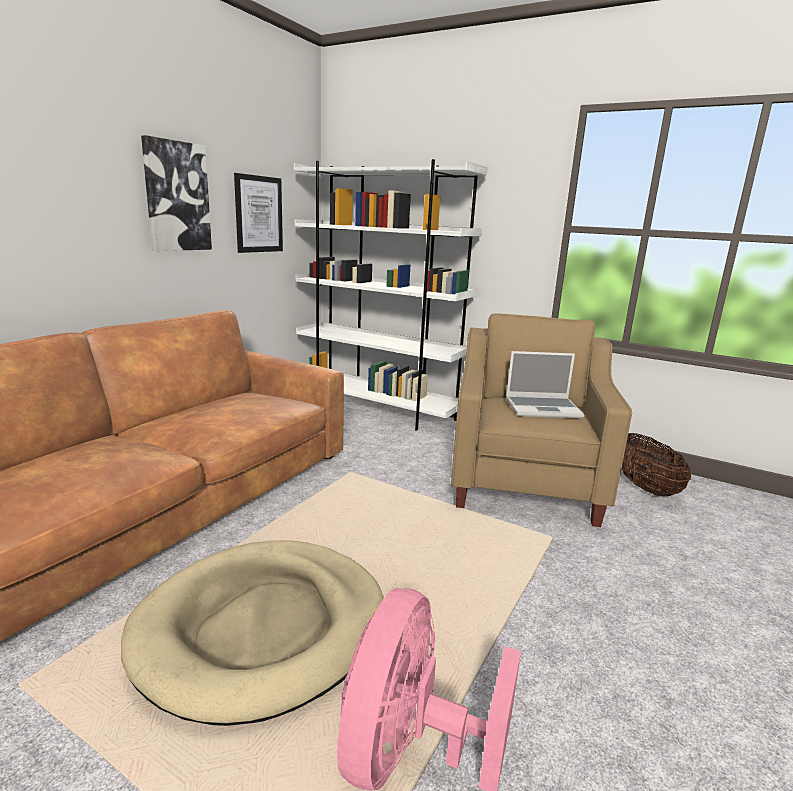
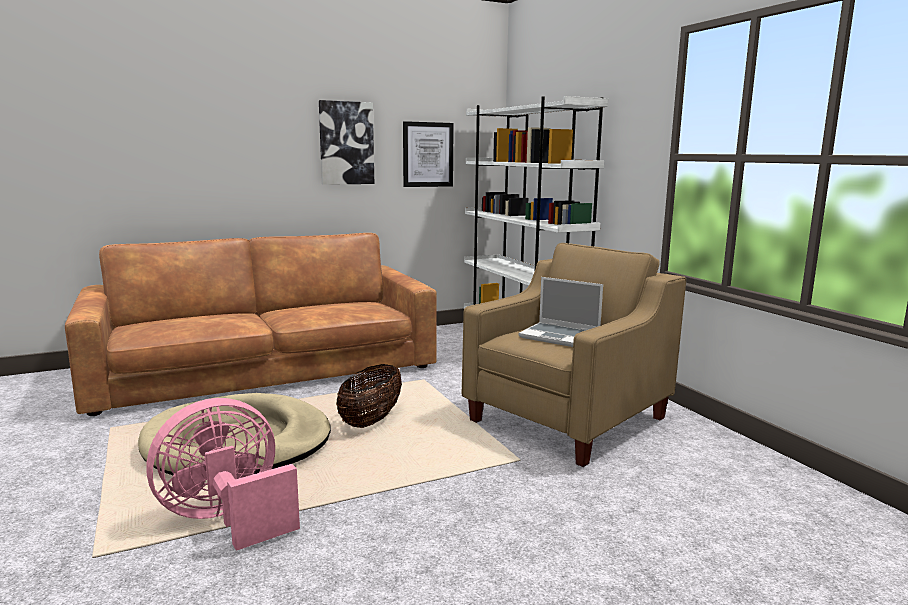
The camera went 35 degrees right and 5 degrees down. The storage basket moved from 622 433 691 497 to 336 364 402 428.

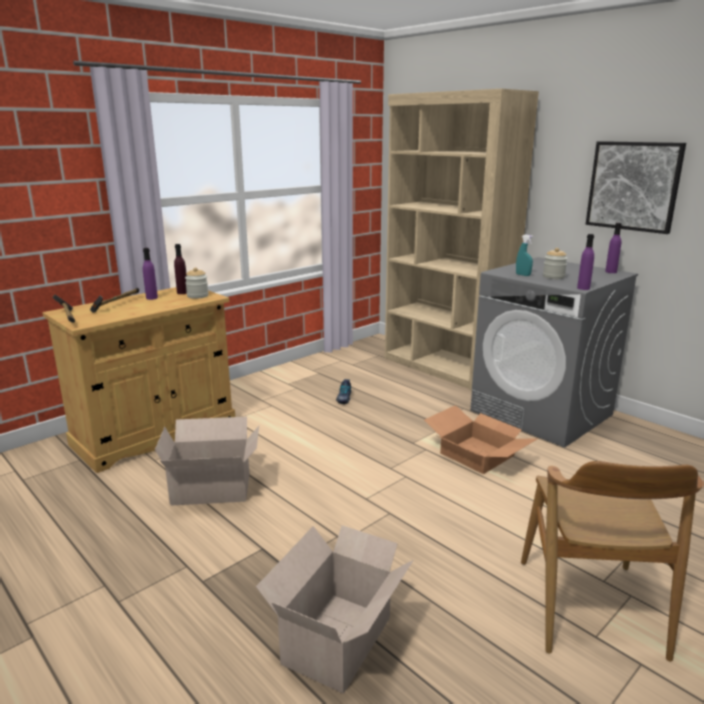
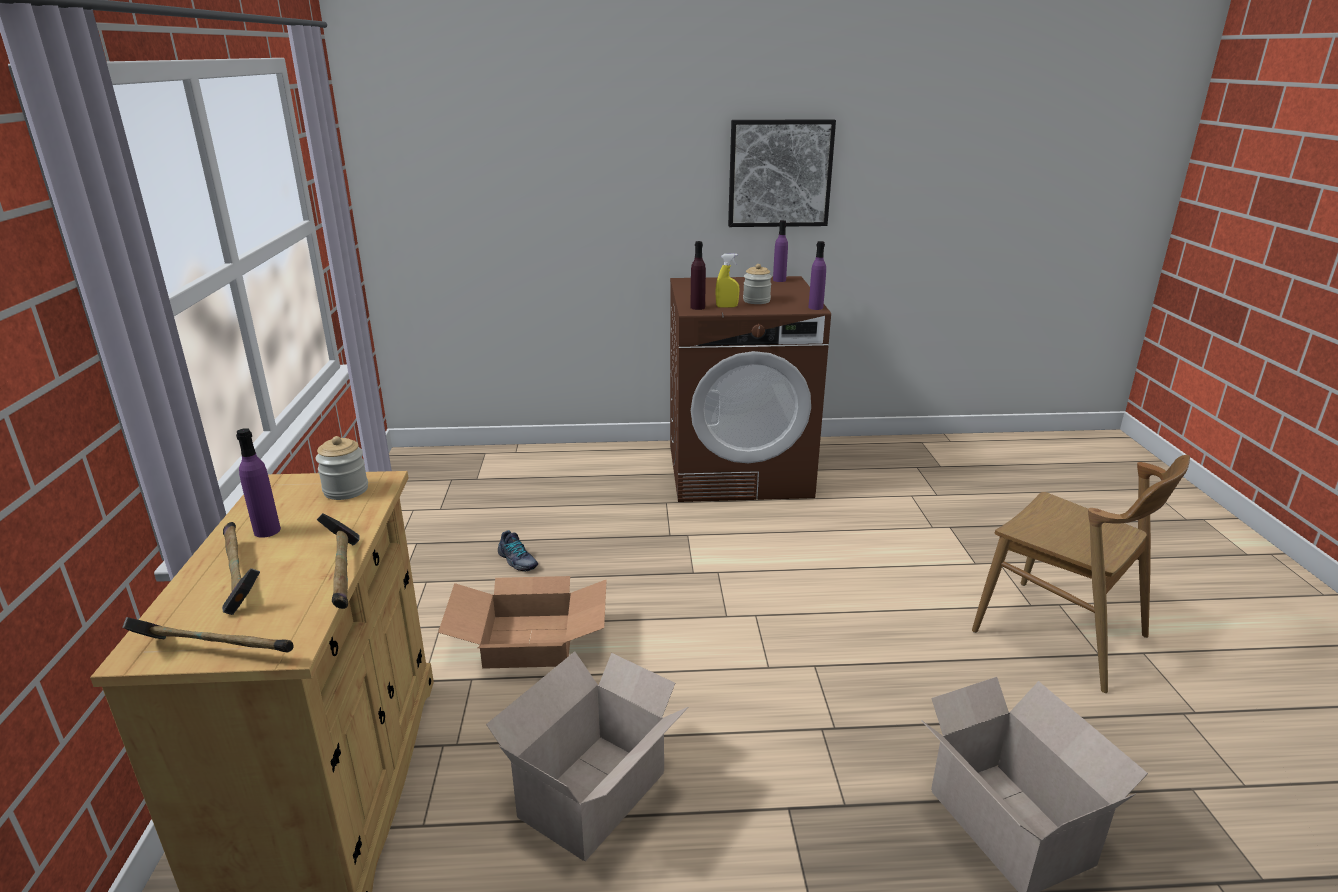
The camera went 50 degrees left and 5 degrees up. The purplish beverage bottle moved from 174 244 187 294 to 691 241 706 310. The beige shelving unit at 385 89 539 391 disappeared. The packing box moved from 424 405 538 474 to 438 576 607 669. The grey laundry machine at 470 257 638 448 became the brown-coloured laundry machine at 670 276 831 502. The turquoise-coloured spray bottle at 516 234 533 276 became the yellow spray bottle at 716 253 740 308. The tool hammer at 317 513 359 609 appeared.

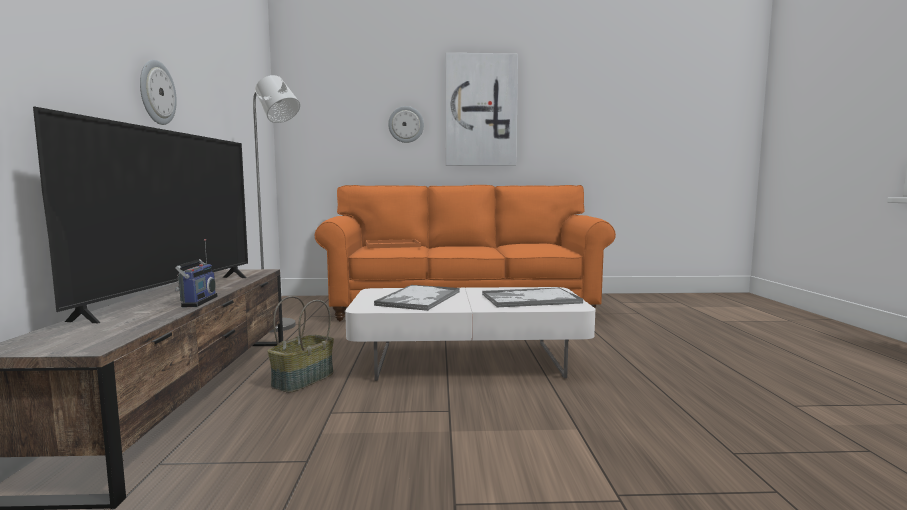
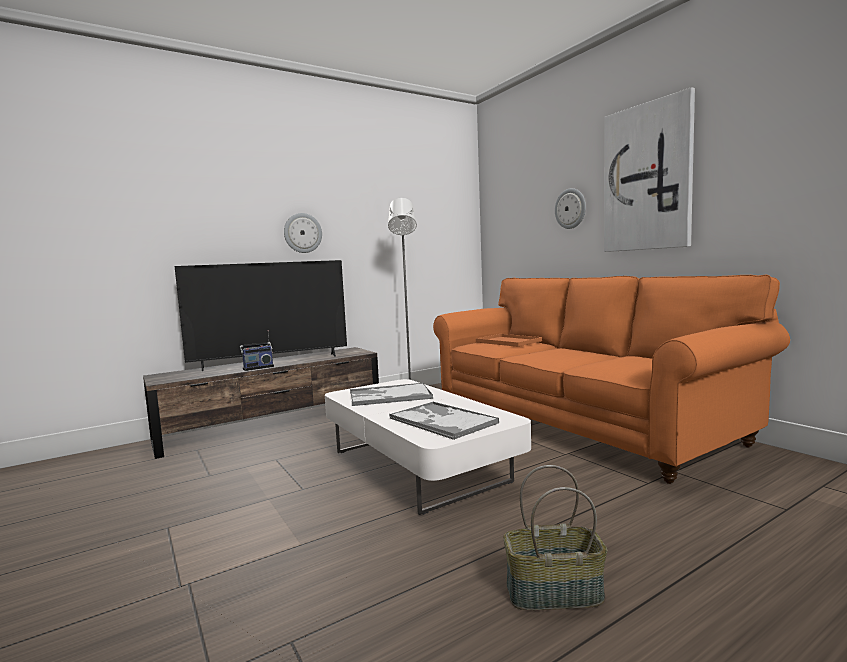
The camera went 60 degrees right and 0 degrees up. The storage basket moved from 268 296 334 393 to 503 465 607 610.

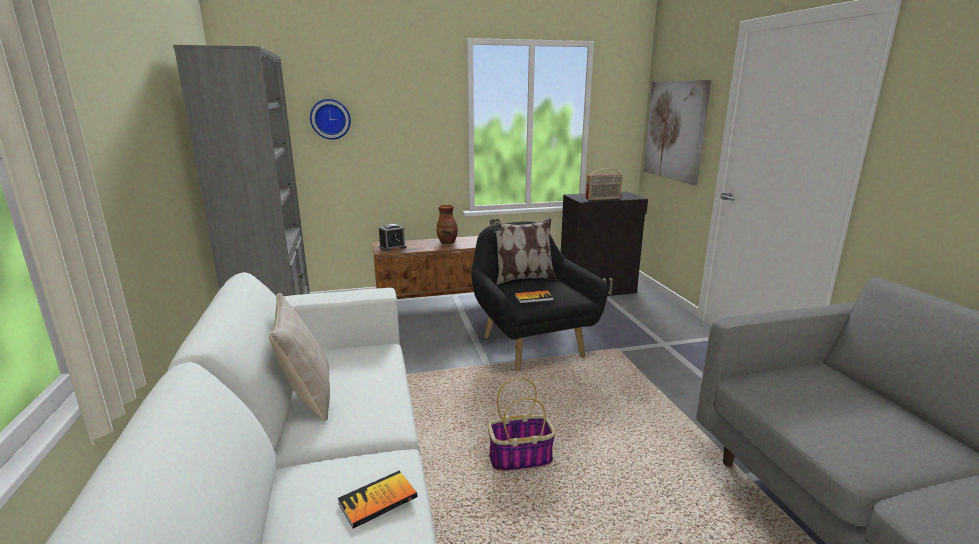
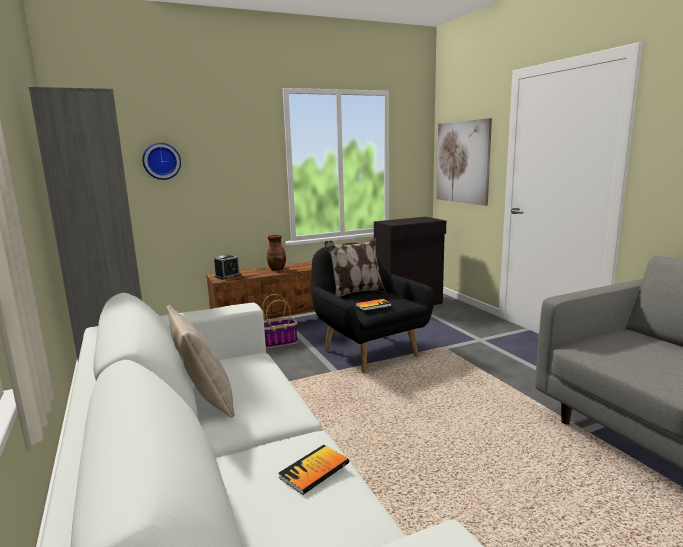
The camera went 10 degrees left and 5 degrees down. The storage basket moved from 488 378 556 472 to 262 294 298 349. The radio set at 586 168 622 200 disappeared.

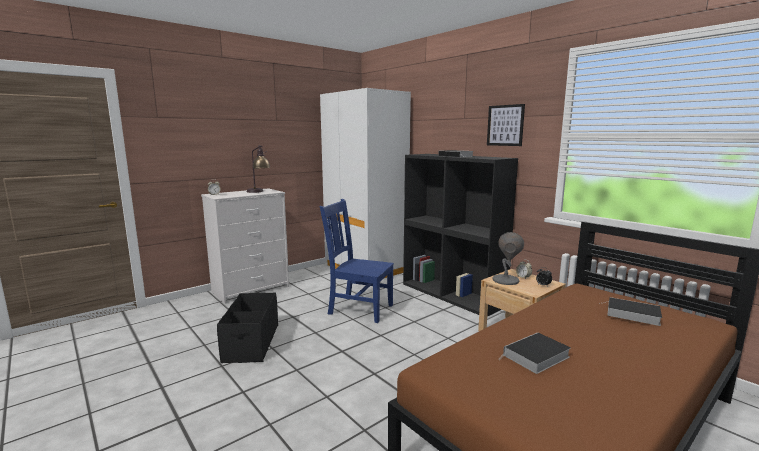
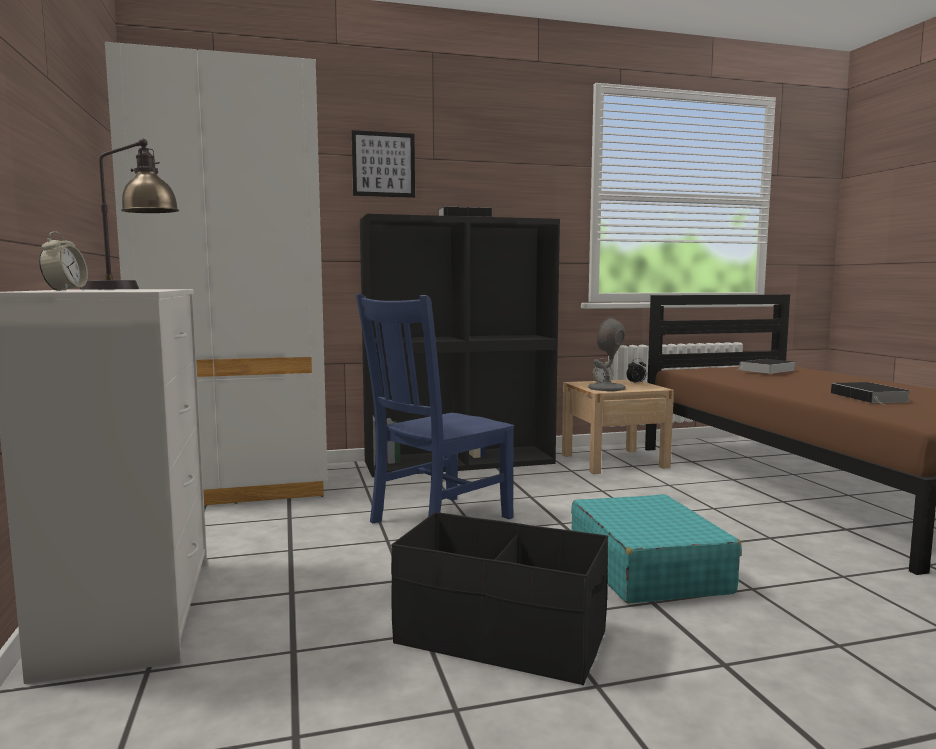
The camera went 65 degrees left and 5 degrees down. The picture moved from 487 104 525 146 to 352 130 415 198. The turquoise-coloured travel case at 571 494 742 603 appeared.

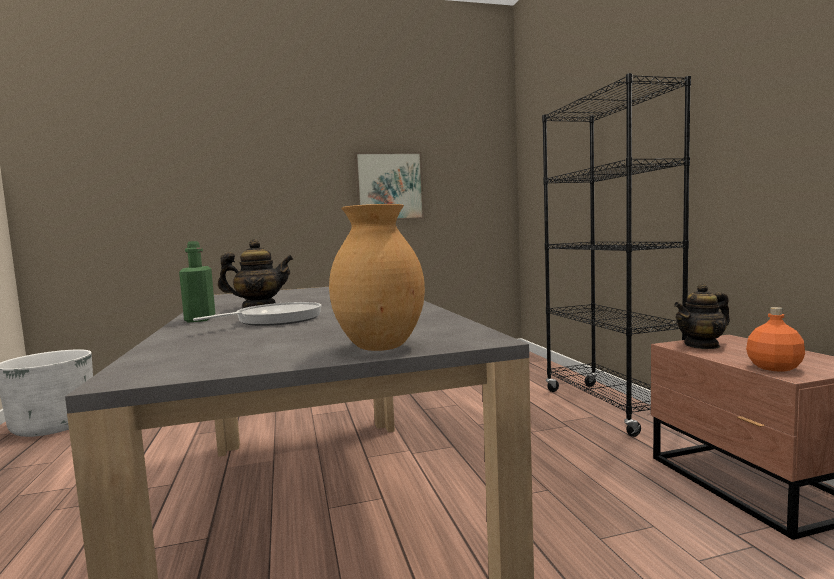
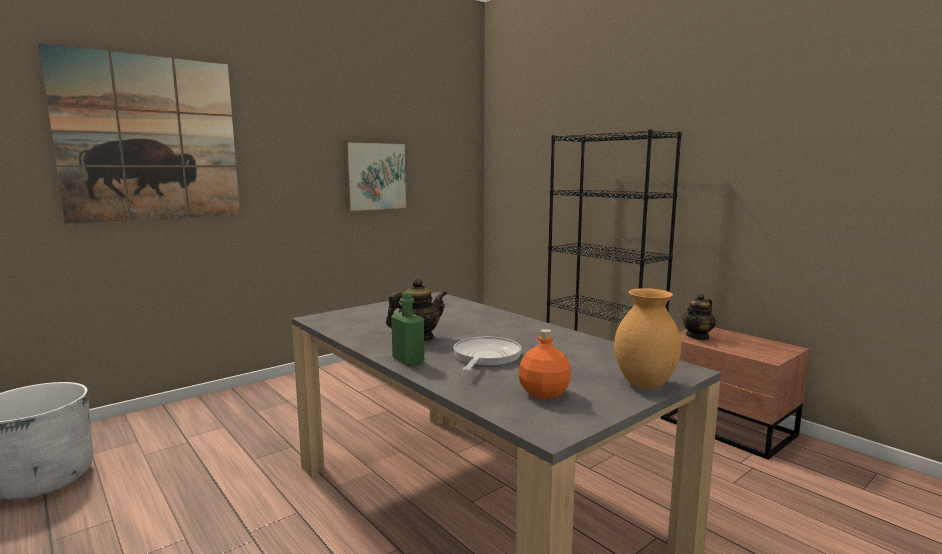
The camera went 25 degrees left and 5 degrees up. The orange-coloured beverage bottle moved from 746 307 805 372 to 518 329 571 399. The picture at 38 43 240 224 appeared.

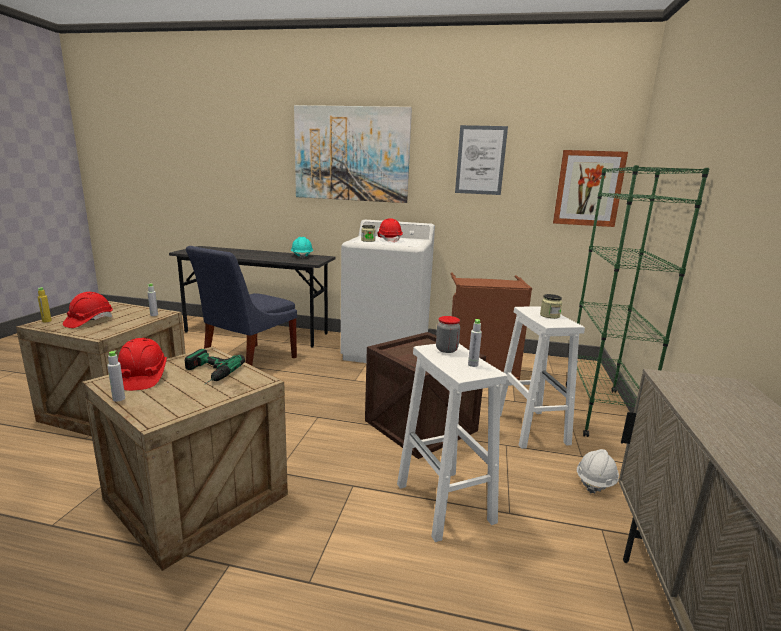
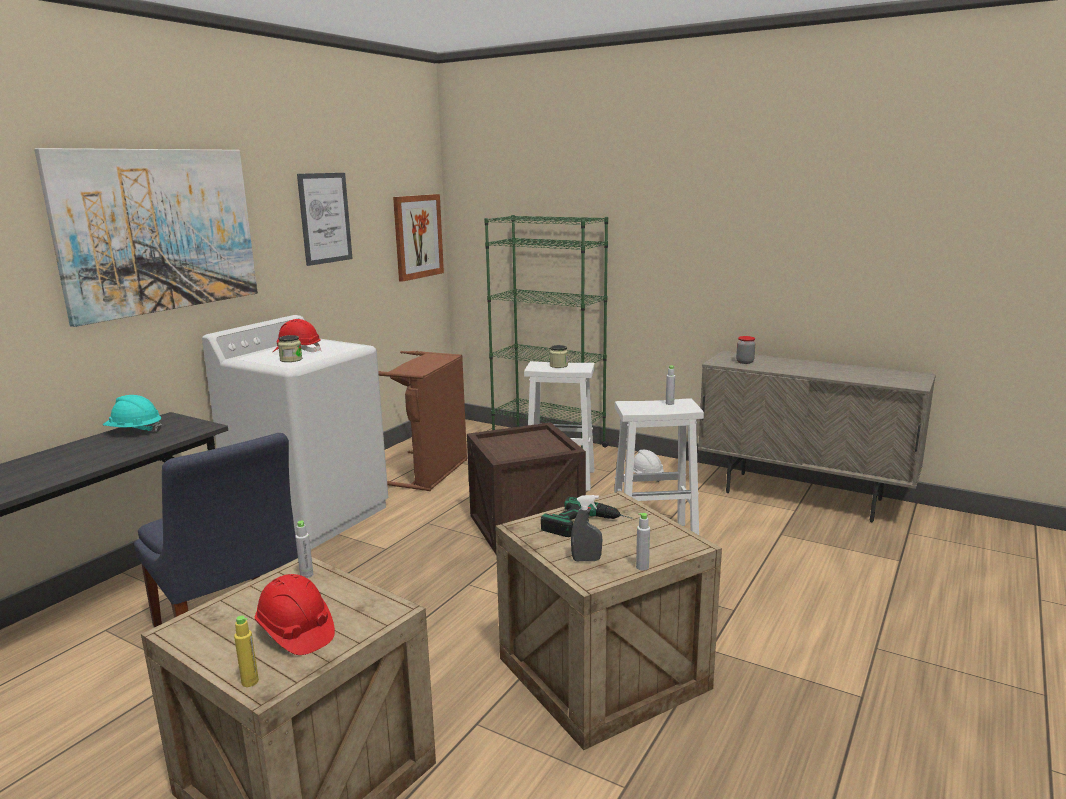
The camera went 70 degrees left and 0 degrees up. The red-coloured work helmet at 118 338 167 391 was replaced by the grey spray bottle at 571 495 602 561. The preserve jar moved from 436 316 460 353 to 736 336 755 364.

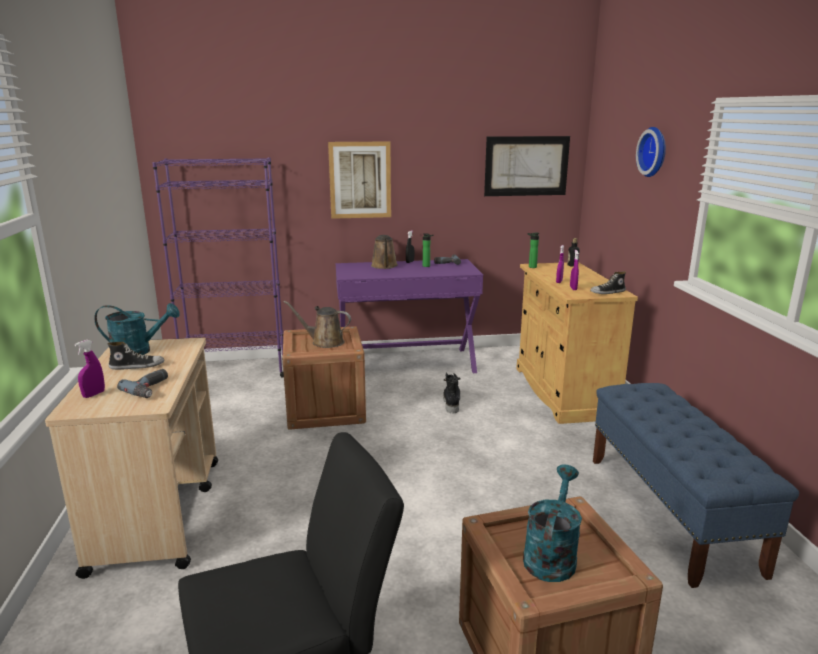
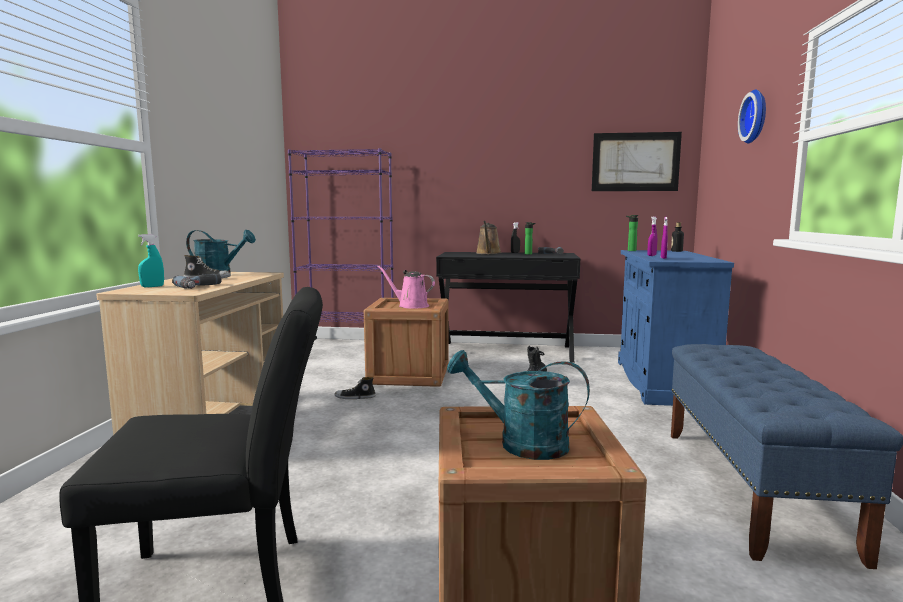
The camera went 15 degrees right and 10 degrees down. The purplish spray bottle at 74 340 105 398 became the turquoise-coloured spray bottle at 138 234 164 287. The brown-coloured watering pot at 284 301 351 348 became the pink watering pot at 377 265 435 309. The picture at 328 142 391 219 disappeared. The purplish desk at 335 259 483 373 became the blackish desk at 436 252 581 363. The beige storage cabinet at 516 262 638 424 became the blue storage cabinet at 618 250 734 406. The turquoise-coloured watering pot at 523 465 582 582 turned 105 degrees counterclockwise. The shoe moved from 590 271 626 294 to 334 377 376 399.

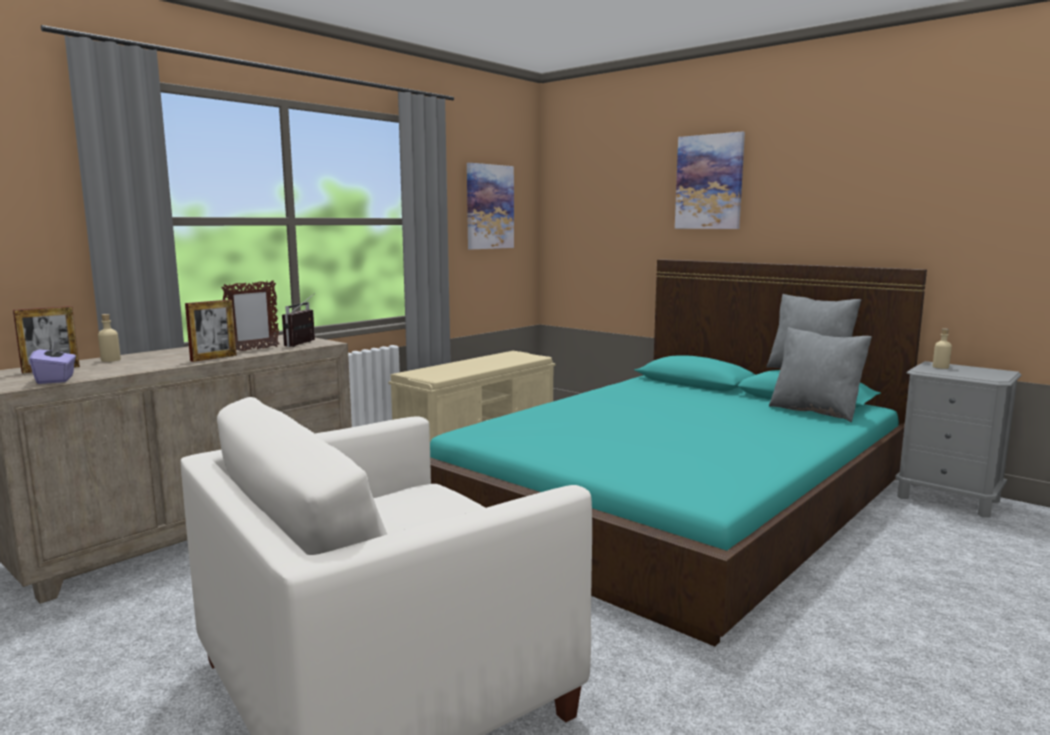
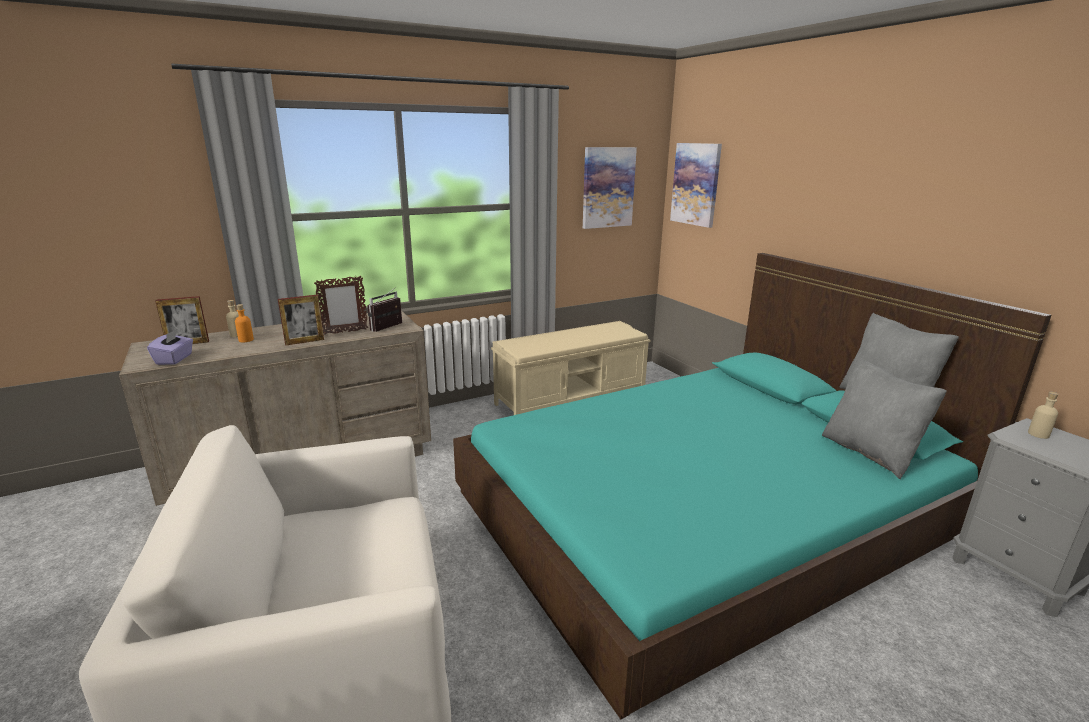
The camera went 20 degrees right and 10 degrees up. The picture moved from 675 132 745 229 to 670 143 722 228. The orange-coloured beverage bottle at 235 304 254 342 appeared.

